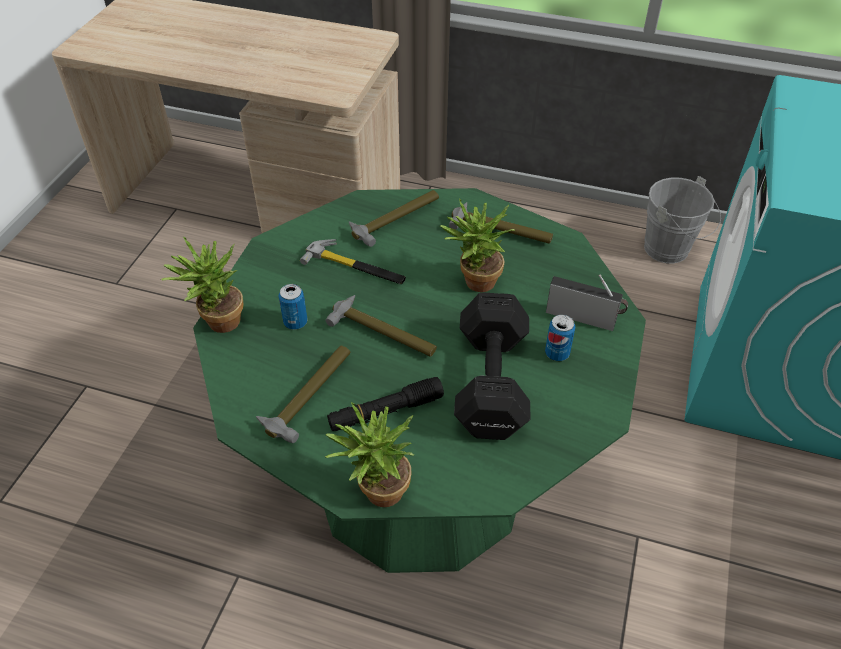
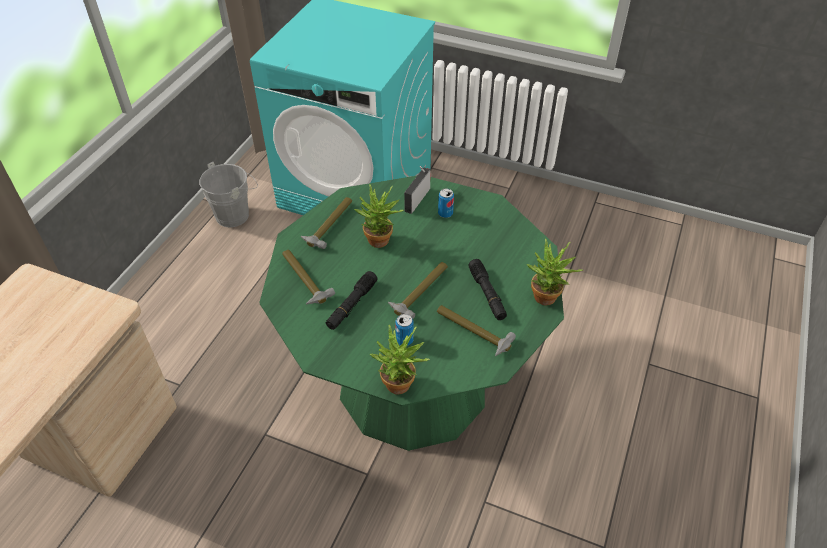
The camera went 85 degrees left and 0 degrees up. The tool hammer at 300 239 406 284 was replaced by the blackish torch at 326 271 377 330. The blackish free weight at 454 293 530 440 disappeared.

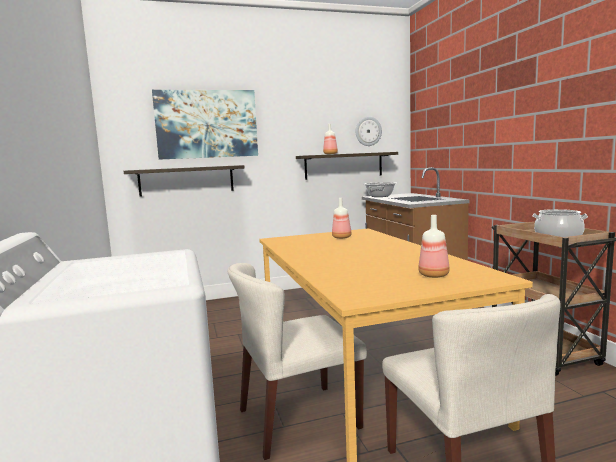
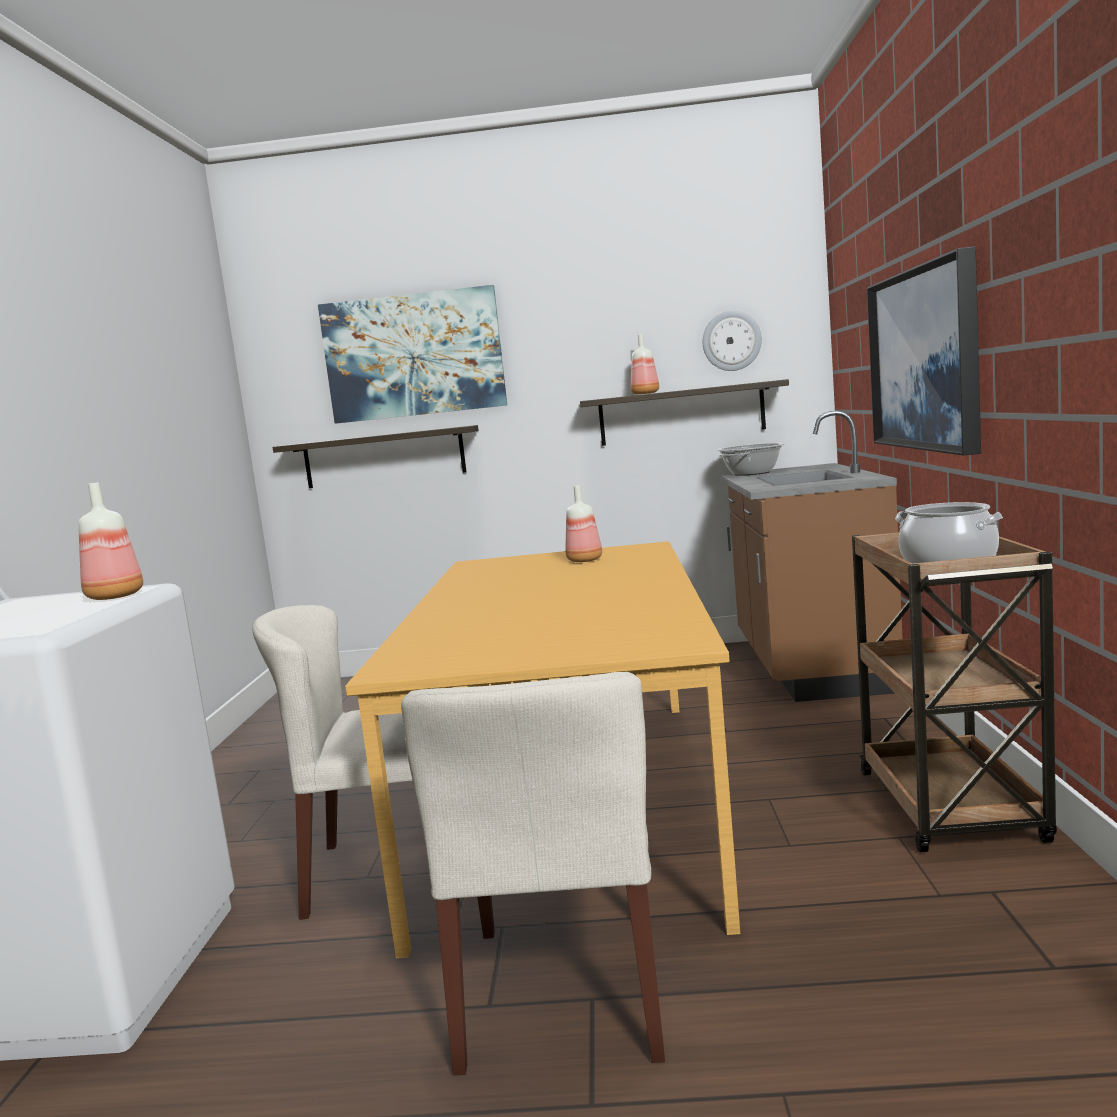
The camera went 20 degrees right and 0 degrees up. The beverage bottle moved from 418 215 450 278 to 78 483 143 600. The picture at 867 246 981 456 appeared.

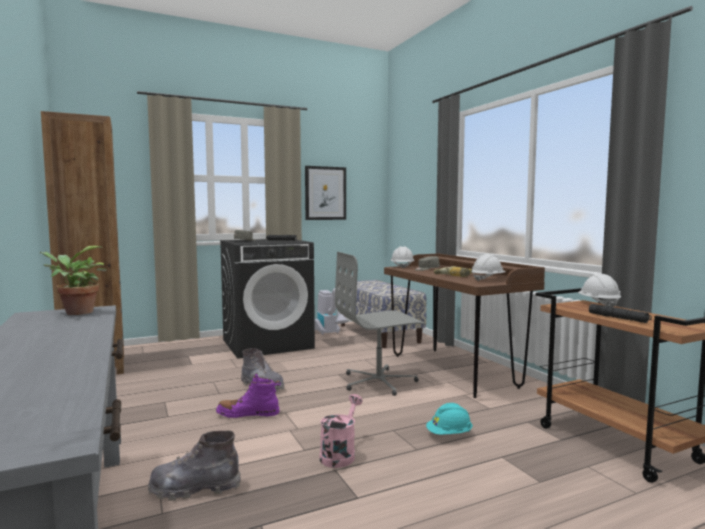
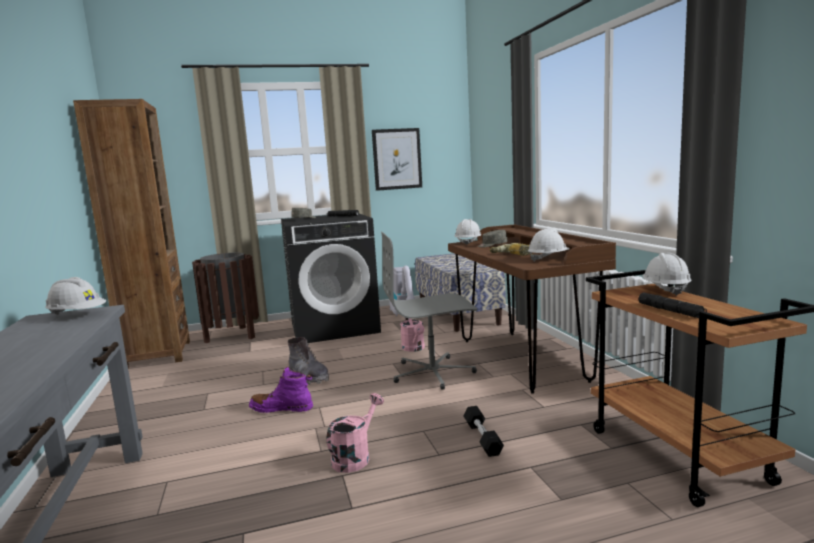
The camera went 10 degrees right and 5 degrees up. The plant in a pot at 40 246 107 315 was replaced by the white work helmet at 45 277 106 315. The grey tall boot at 148 431 241 501 disappeared. The turquoise-coloured work helmet at 426 403 473 435 was replaced by the blackish free weight at 464 406 504 457. The brown-coloured waste bin at 192 253 259 343 appeared. The pink watering pot at 400 318 425 352 appeared.

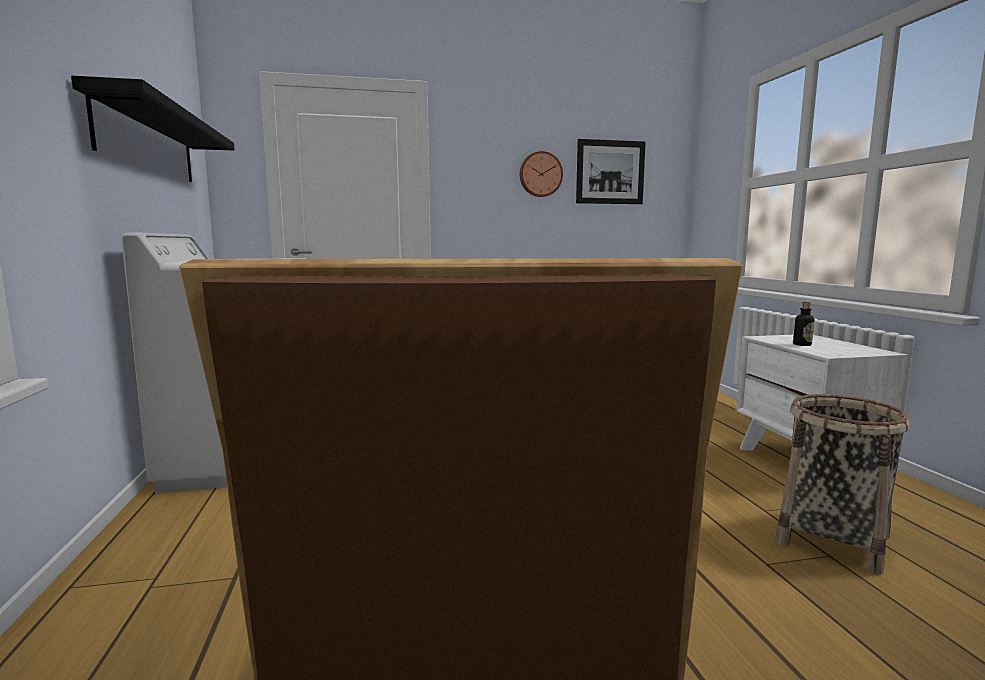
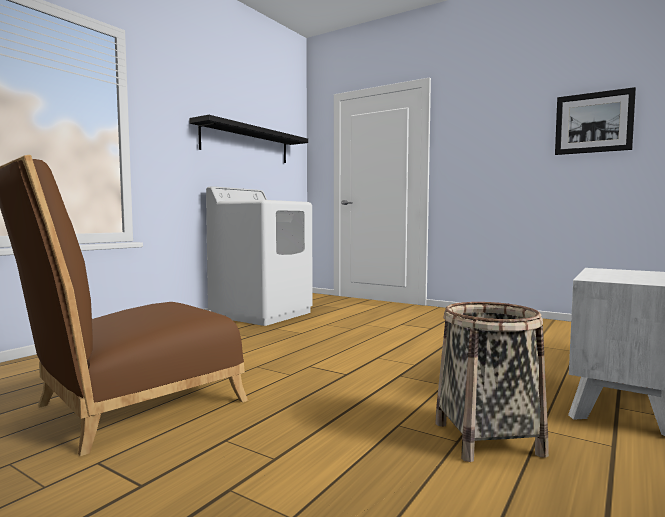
The camera went 45 degrees right and 5 degrees down. The hanging clock at 520 151 563 197 disappeared. The beverage bottle at 793 302 814 346 disappeared.

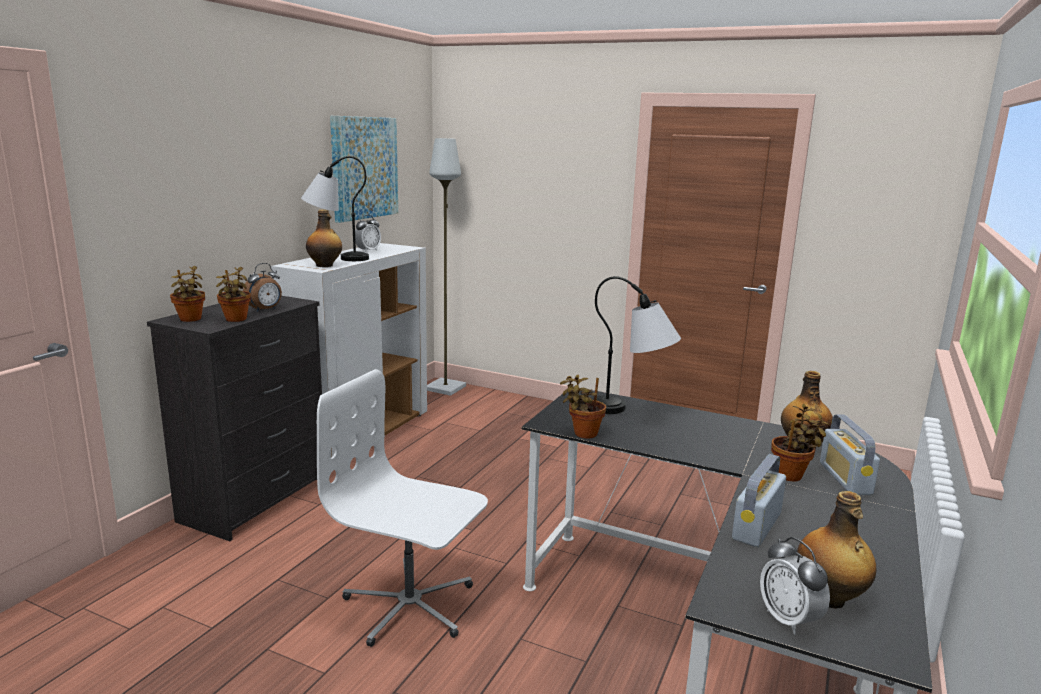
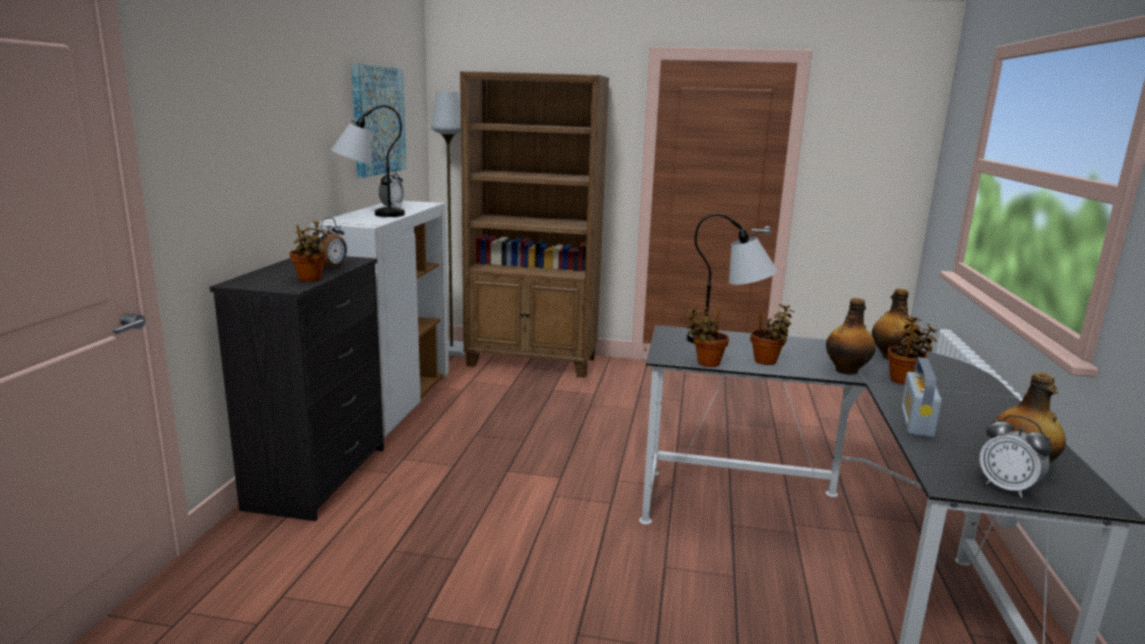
The camera went 15 degrees left and 0 degrees up. The plant in a pot moved from 170 266 205 322 to 750 304 794 365. The beverage bottle moved from 306 210 342 267 to 826 298 876 375. The white desk chair at 317 369 488 647 disappeared. The radio set at 820 415 880 495 disappeared. The brown-coloured shelving unit at 460 71 609 378 appeared.

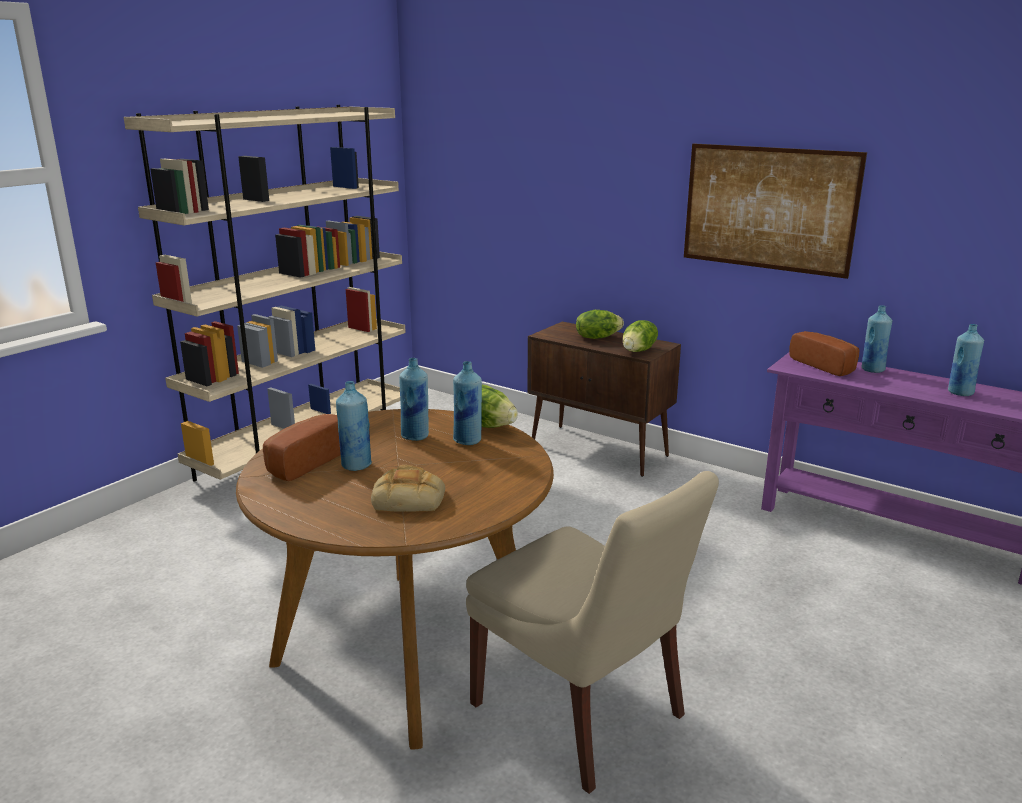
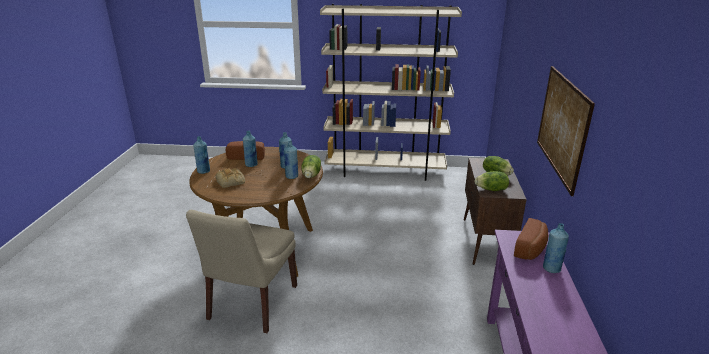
The camera went 60 degrees right and 5 degrees up. The blue beverage bottle moved from 948 324 984 396 to 193 136 210 174.

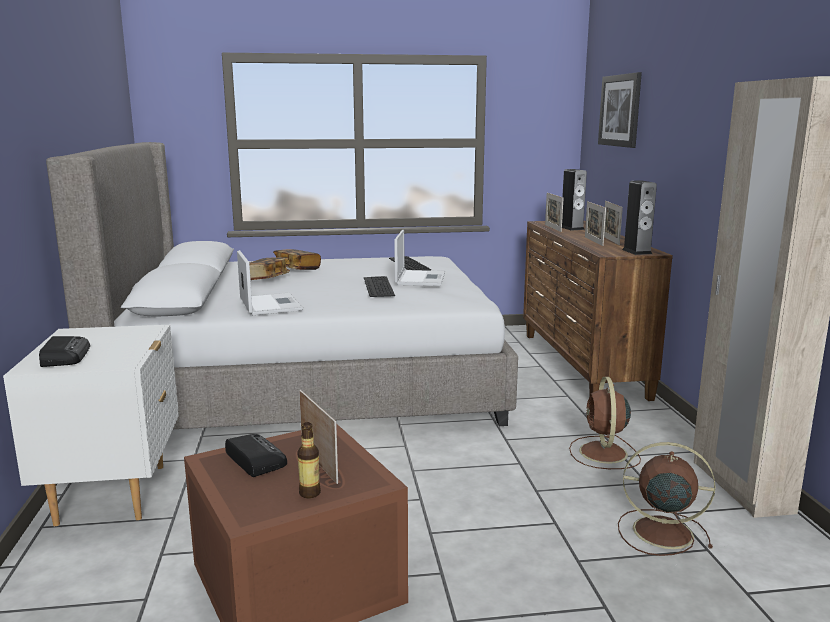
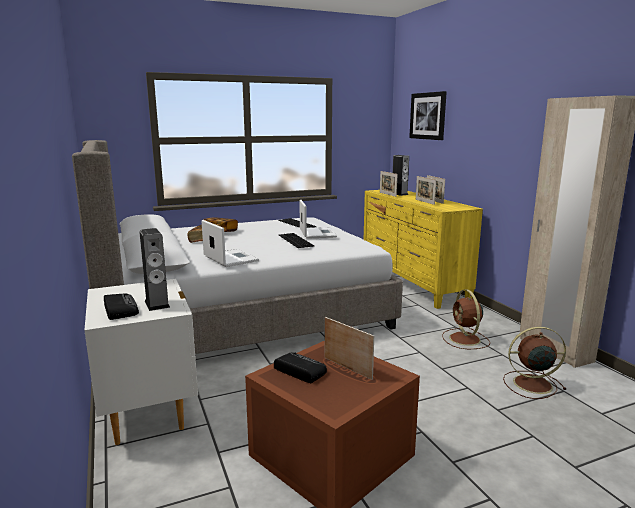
The camera went 15 degrees left and 0 degrees up. The beverage bottle at 297 422 321 498 disappeared. The brown-coloured drawer chest at 523 221 673 401 became the yellow drawer chest at 364 190 483 309. The speaker moved from 622 180 657 255 to 139 228 170 311.

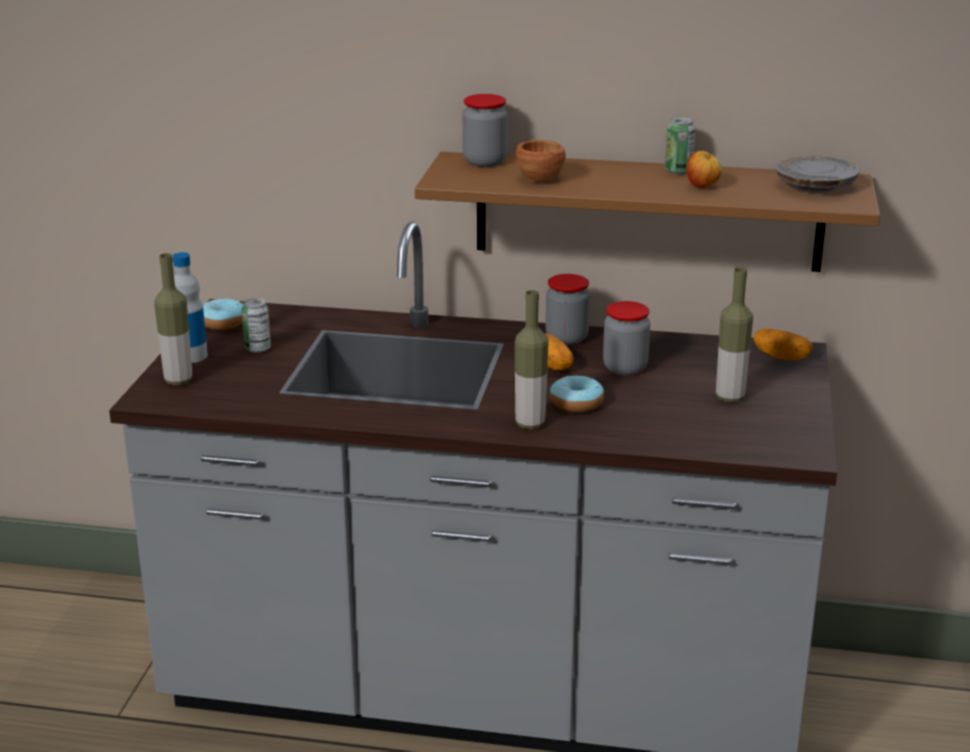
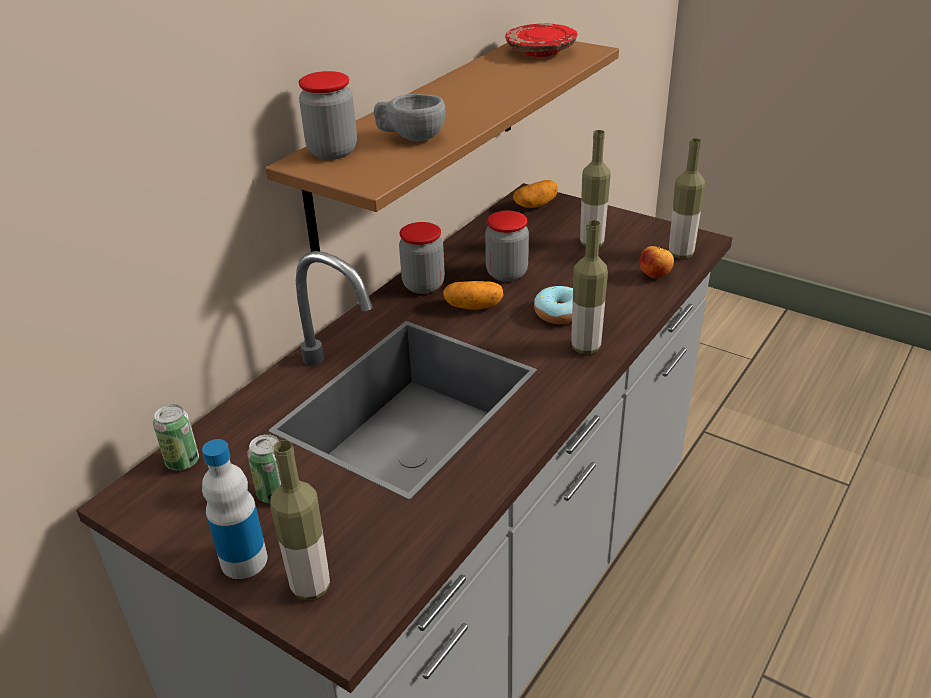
The camera went 65 degrees left and 10 degrees up. The doughnut at 203 298 244 330 disappeared. The brown-coloured small cup at 516 139 566 182 became the grey small cup at 374 94 445 142. The metal can moved from 665 117 695 174 to 153 404 199 471. The apple moved from 686 151 722 188 to 640 246 674 279. The grey flat dish at 775 156 860 192 became the red-coloured flat dish at 505 23 578 57. The beverage bottle at 669 138 705 259 appeared.

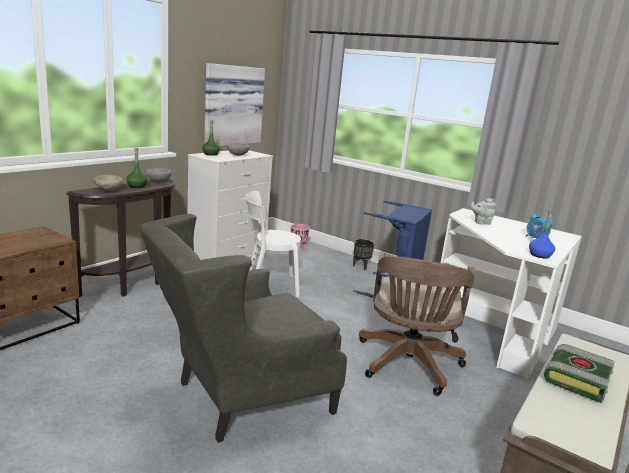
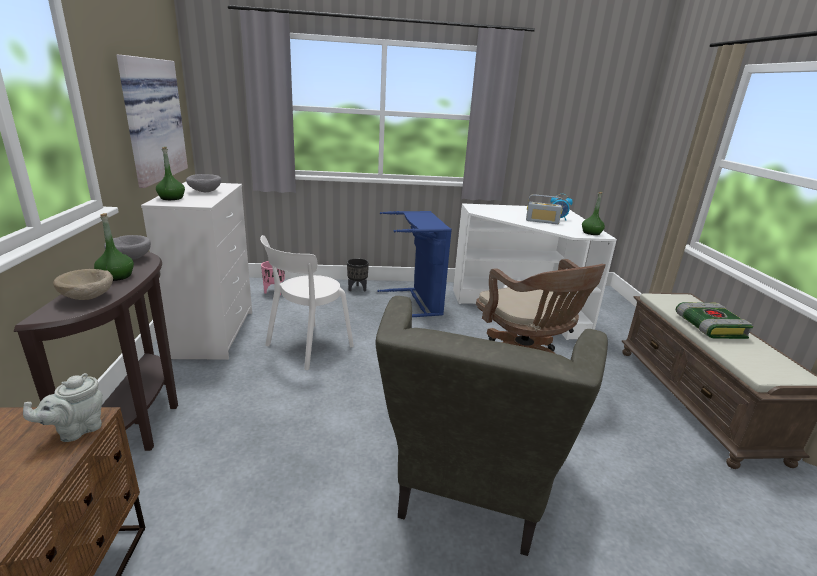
The camera went 40 degrees left and 5 degrees up. The grey pot for tea moved from 471 198 496 225 to 23 373 103 442. The blue beverage bottle at 529 211 555 259 became the green beverage bottle at 582 192 605 235. The radio set at 526 194 563 224 appeared.

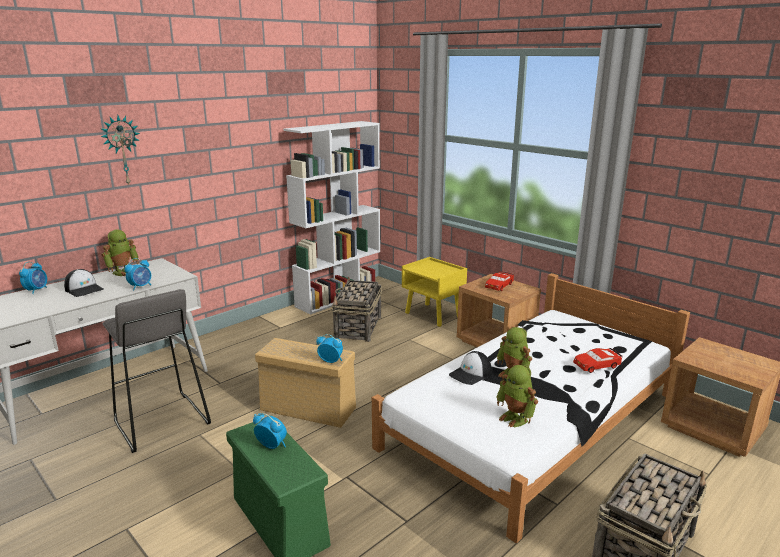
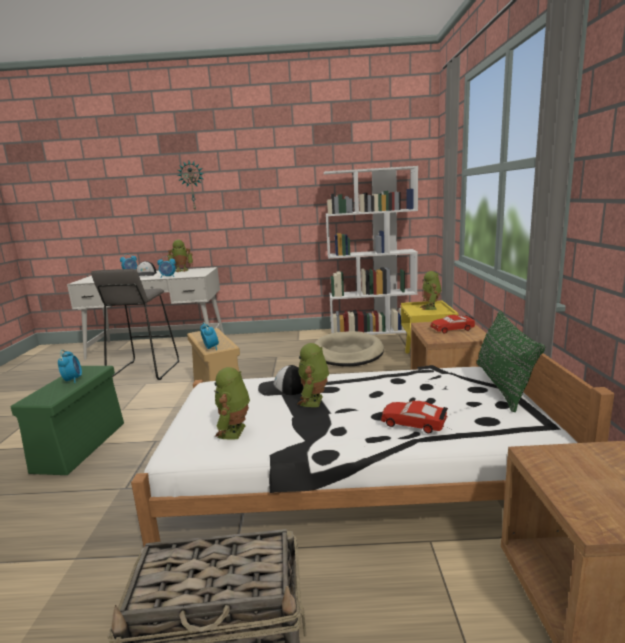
The camera went 45 degrees right and 5 degrees down. The storage basket at 332 276 382 342 was replaced by the beige pet bed at 314 331 384 367. The model robot at 420 271 441 310 appeared. The green throw pillow at 476 311 546 412 appeared.

